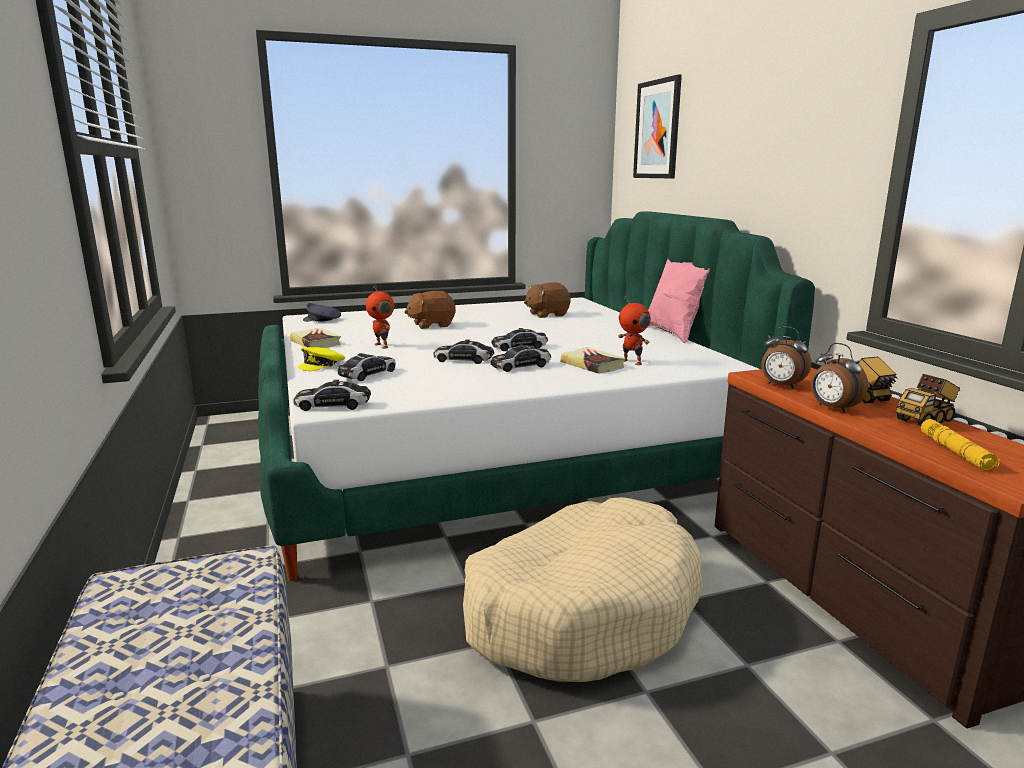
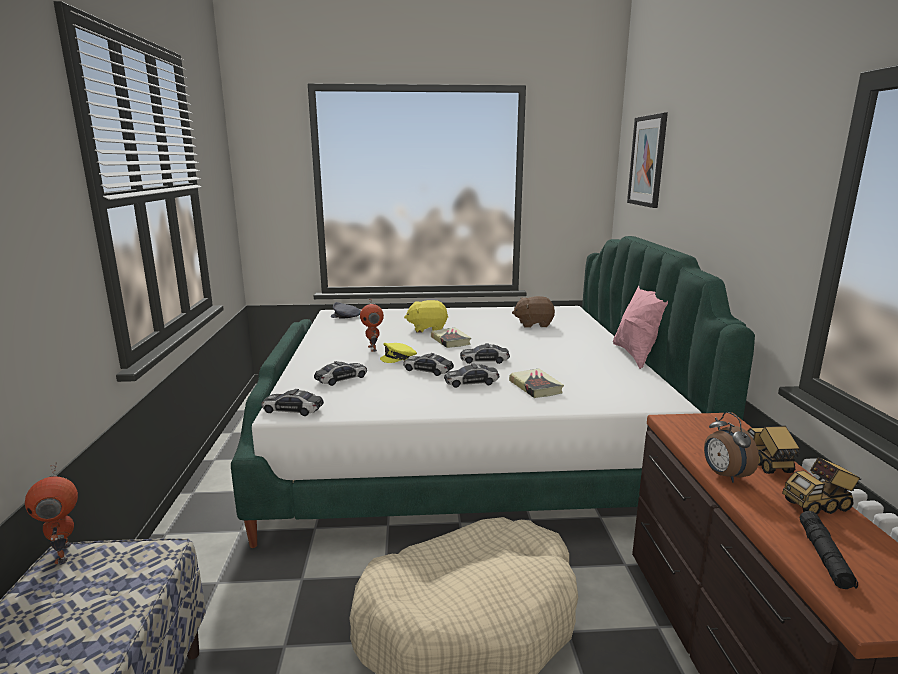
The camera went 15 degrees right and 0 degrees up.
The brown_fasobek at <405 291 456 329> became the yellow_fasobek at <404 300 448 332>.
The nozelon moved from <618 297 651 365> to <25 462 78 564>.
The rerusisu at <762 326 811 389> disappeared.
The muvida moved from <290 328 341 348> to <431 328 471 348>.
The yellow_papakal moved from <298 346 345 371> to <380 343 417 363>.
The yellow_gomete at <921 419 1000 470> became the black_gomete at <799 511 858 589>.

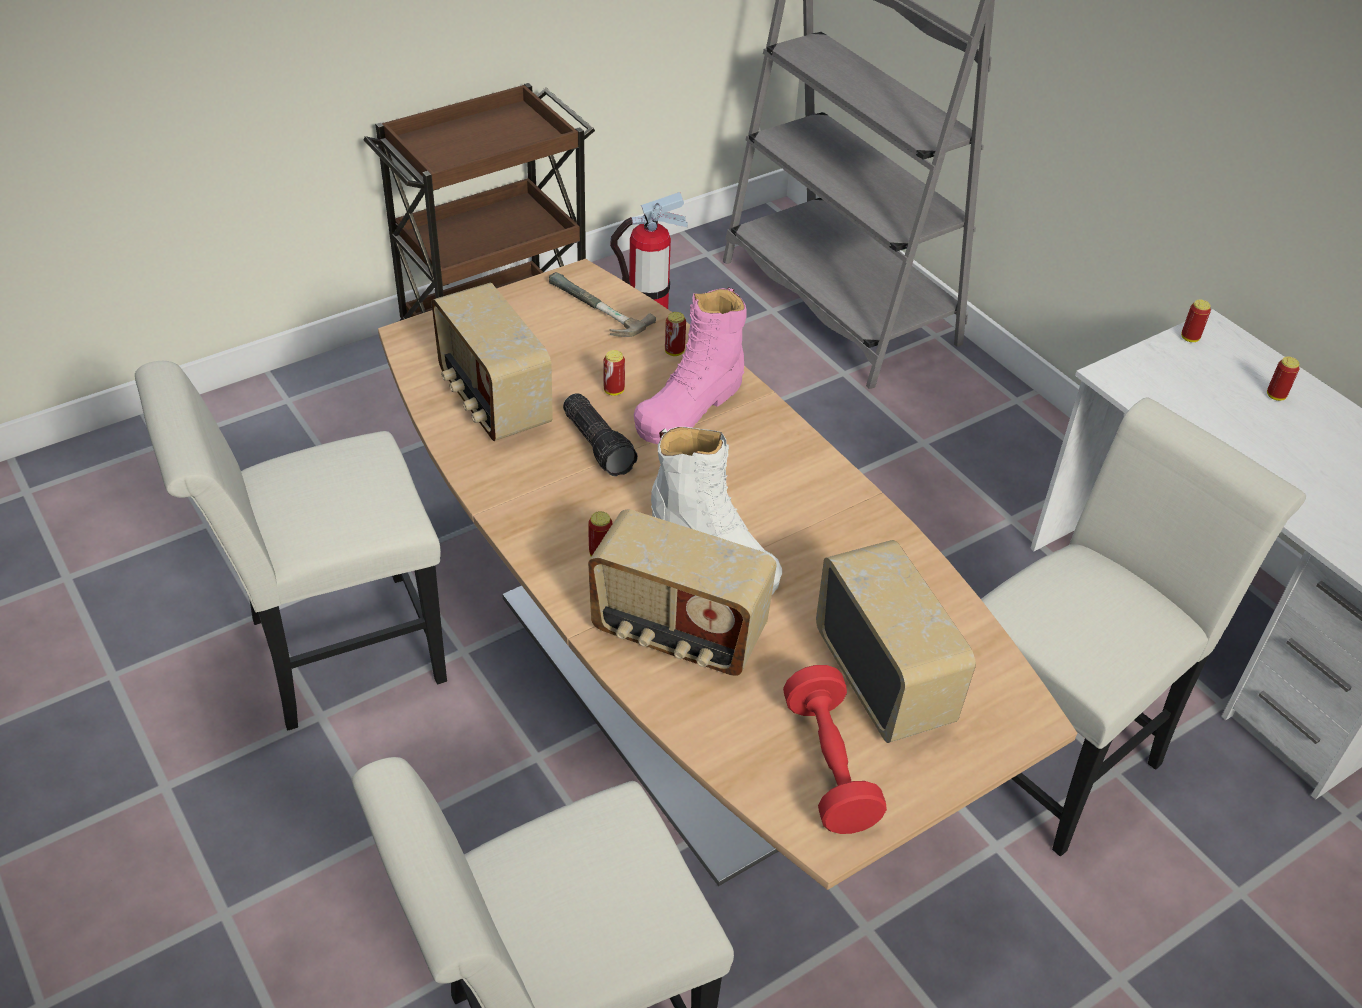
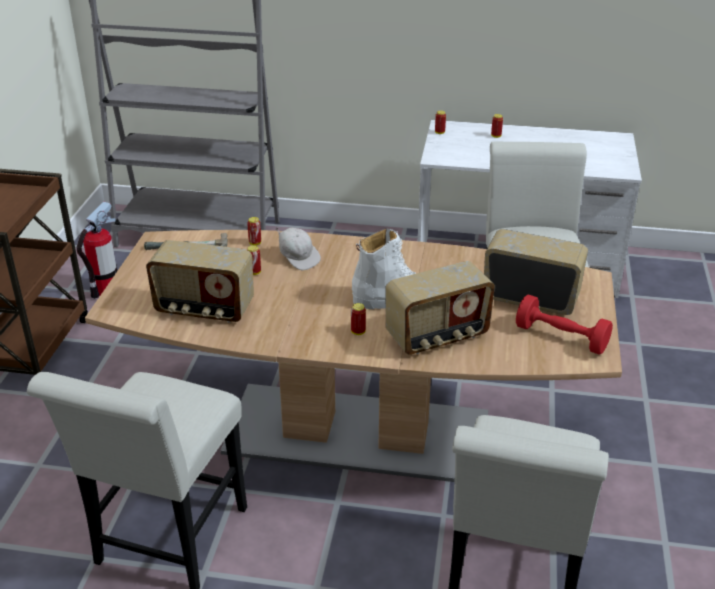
The camera went 45 degrees left and 10 degrees down.
The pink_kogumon at <634 287 747 444> was replaced by the white_papakal at <276 227 321 271>.
The gomete at <563 393 638 476> disappeared.

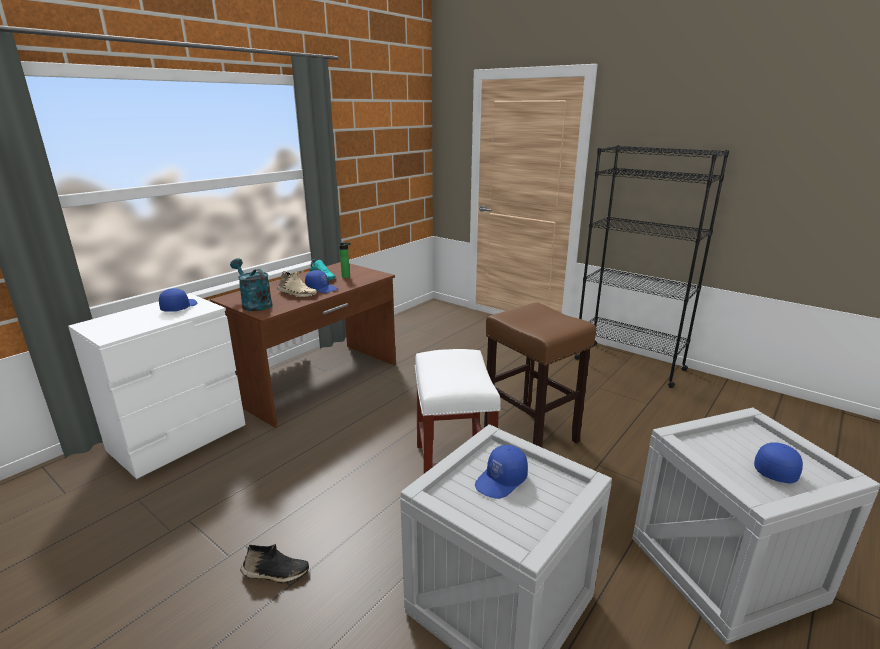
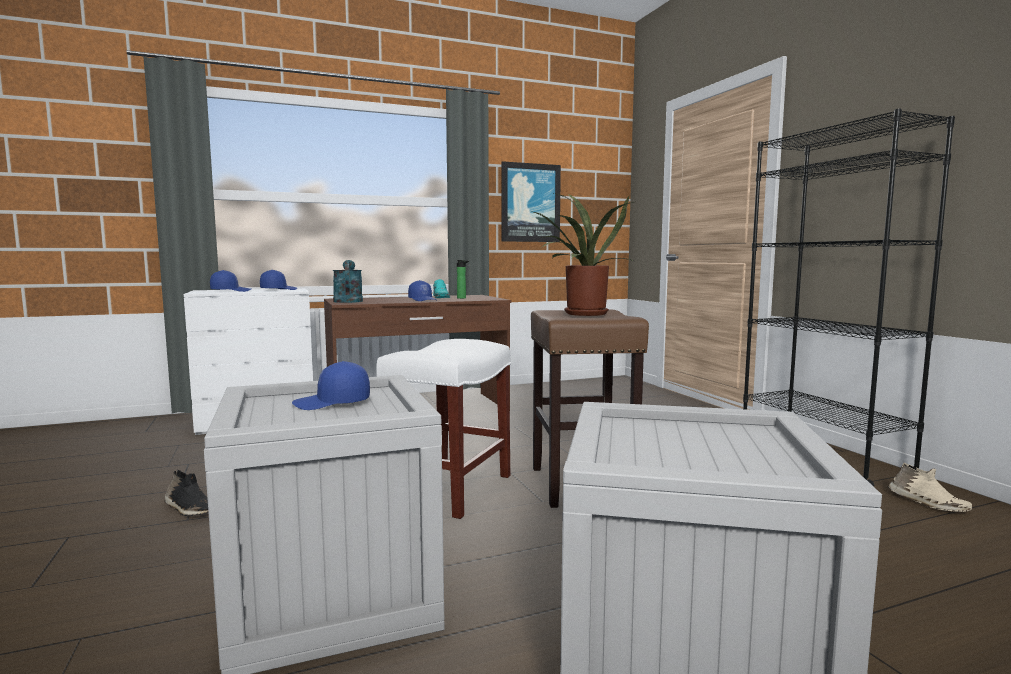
The camera went 30 degrees right and 15 degrees down.
The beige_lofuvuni moved from <277 271 317 297> to <888 463 972 512>.
The blue_papakal moved from <754 442 803 484> to <210 270 251 292>.
The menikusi at <501 161 561 242> appeared.
The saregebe at <529 193 636 316> appeared.

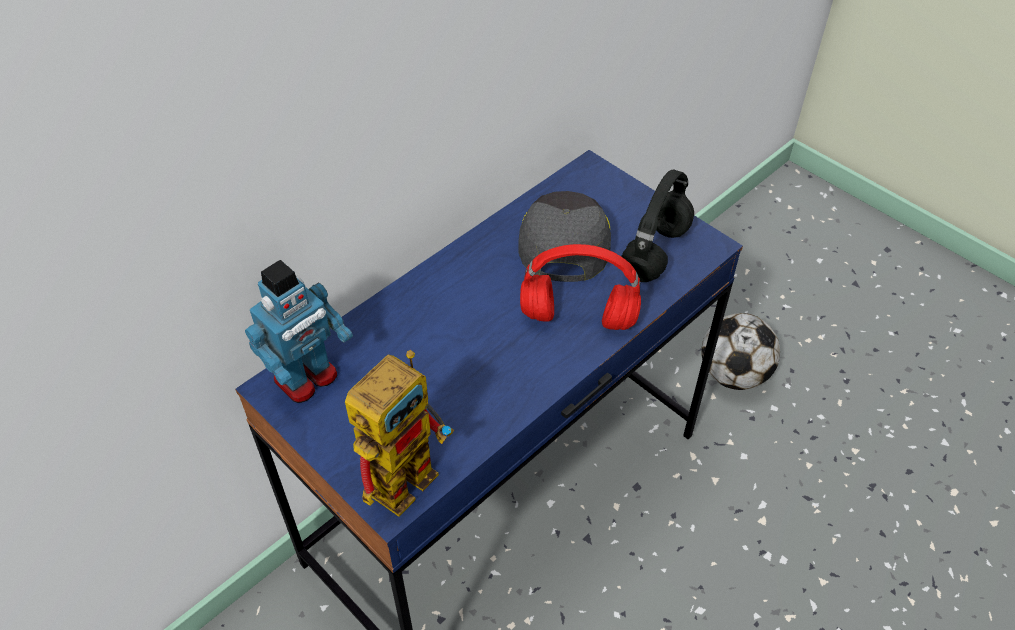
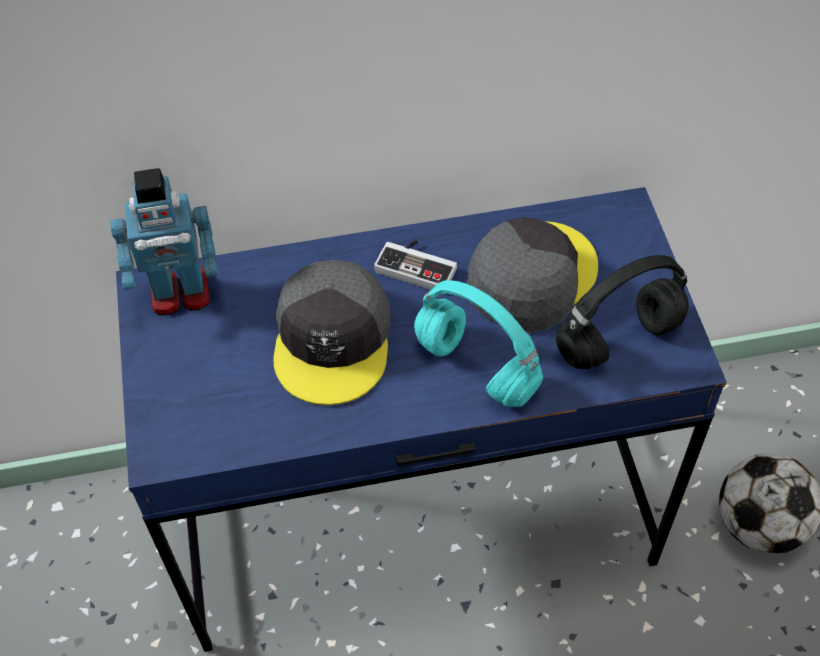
The camera went 35 degrees right and 5 degrees up.
The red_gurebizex at <520 244 641 330> became the turquoise_gurebizex at <414 280 543 407>.
The nozelon at <345 350 454 517> disappeared.
The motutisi at <374 240 457 290> appeared.
The grey_papakal at <273 260 391 405> appeared.

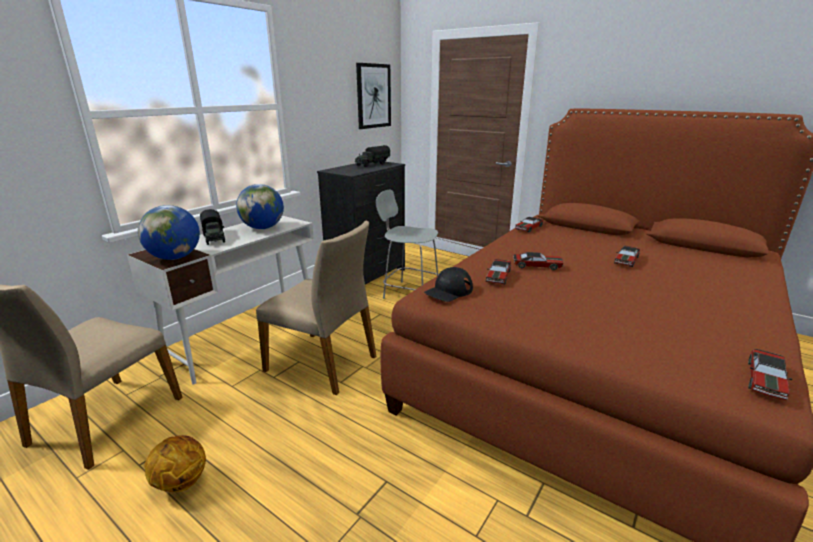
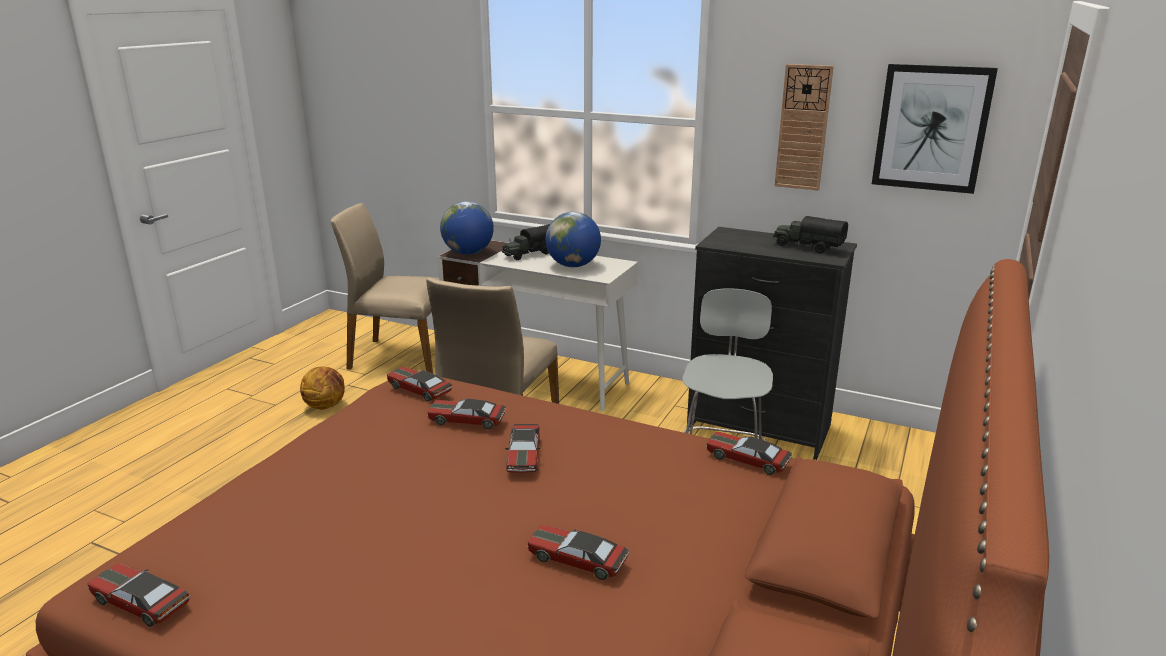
The camera went 80 degrees right and 0 degrees up.
The black_papakal at <424 267 473 302> was replaced by the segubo at <387 367 452 401>.
The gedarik at <775 64 834 191> appeared.

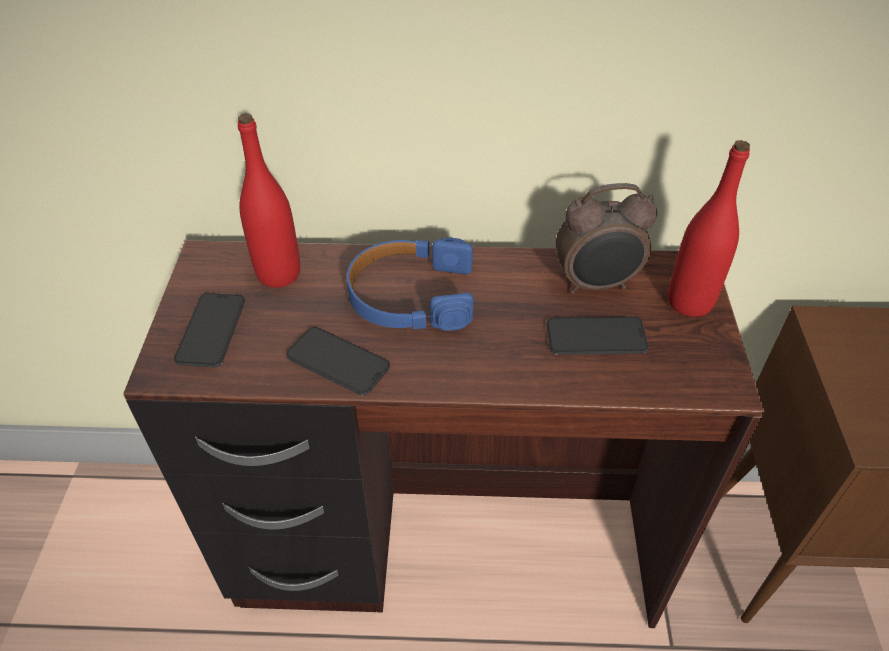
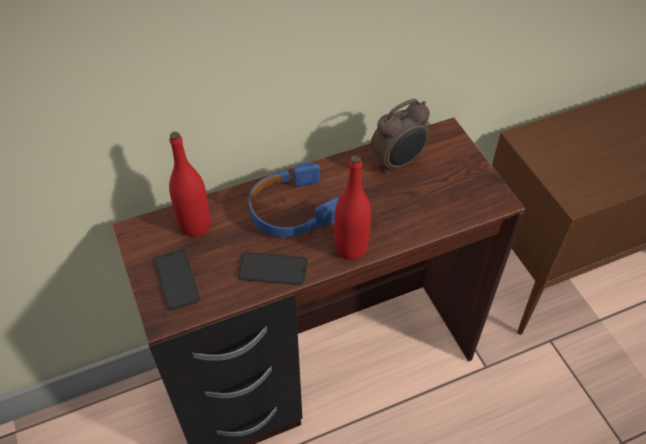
The camera went 25 degrees left and 5 degrees up.
The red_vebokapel moved from <668 140 750 317> to <334 155 371 260>.
The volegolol at <547 316 649 355> disappeared.

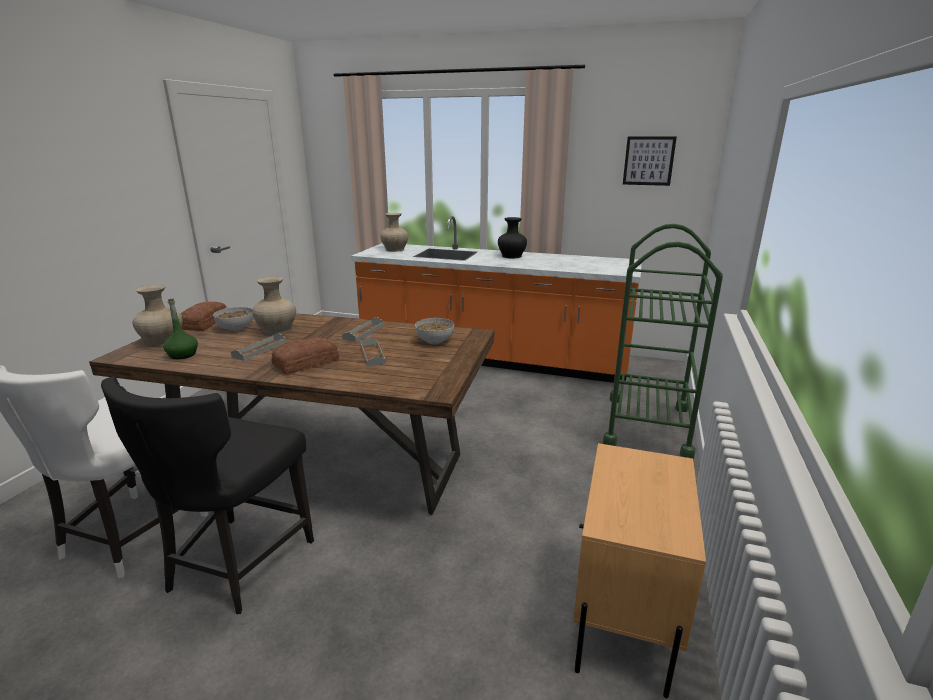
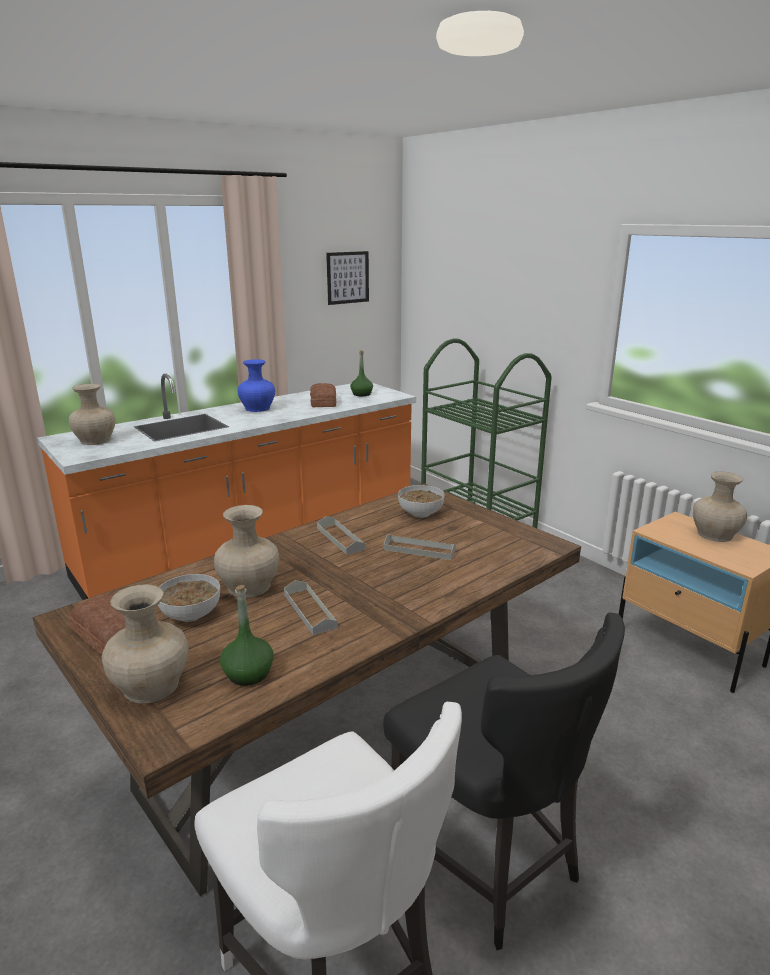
The camera went 55 degrees left and 0 degrees up.
The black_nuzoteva at <498 217 527 258> became the blue_nuzoteva at <238 359 275 412>.
The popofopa moved from <272 337 339 375> to <310 383 336 407>.
The green_vebokapel at <350 350 373 396> appeared.
The beige_nuzoteva at <693 472 747 542> appeared.

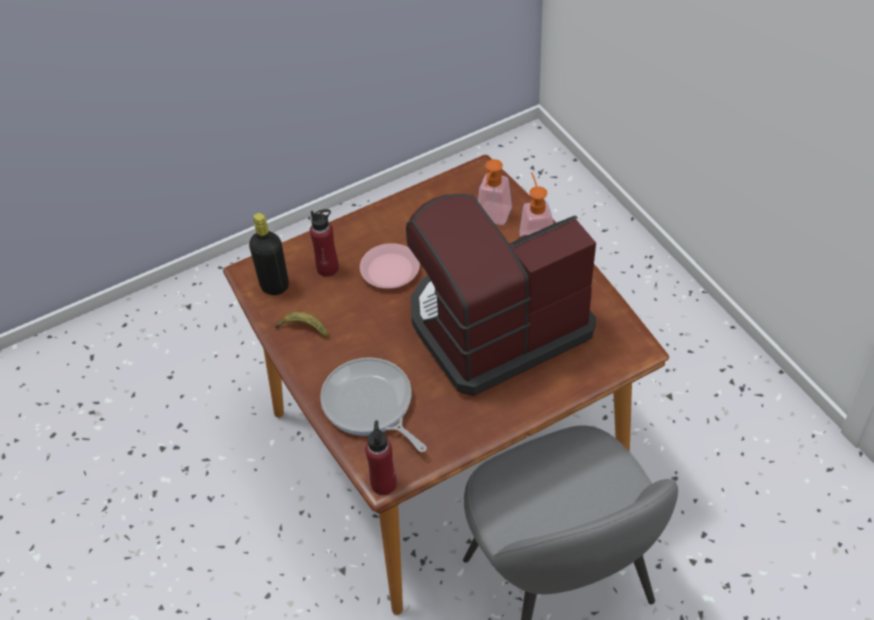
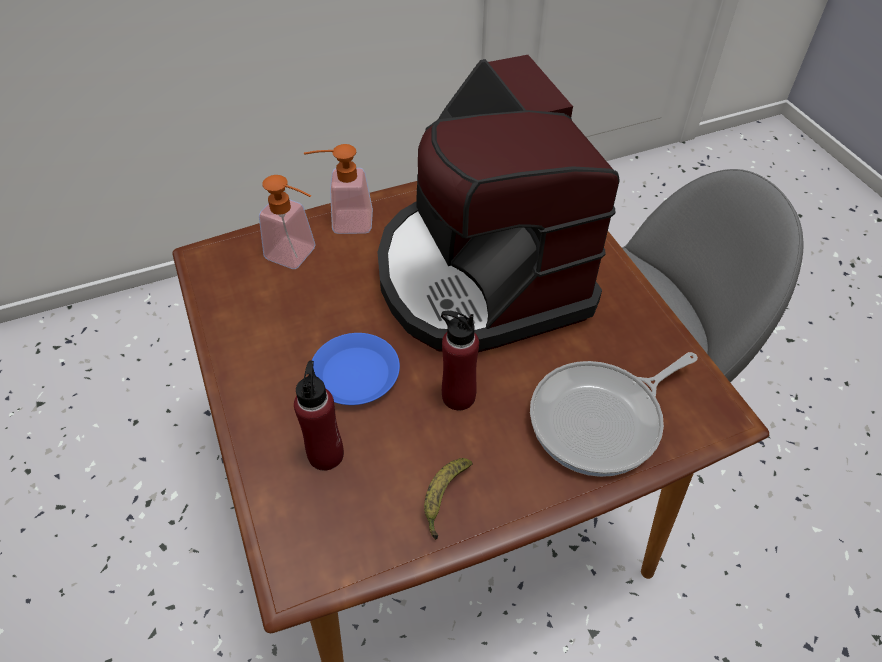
The camera went 85 degrees left and 0 degrees up.
The black_vebokapel at <249 213 289 295> disappeared.
The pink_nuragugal at <360 243 420 289> became the blue_nuragugal at <312 333 400 405>.
The red_vebokapel moved from <365 420 397 495> to <441 311 479 410>.

